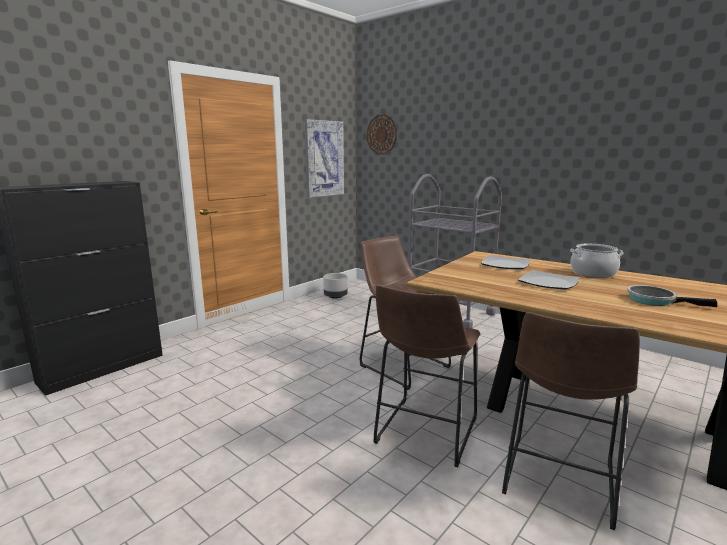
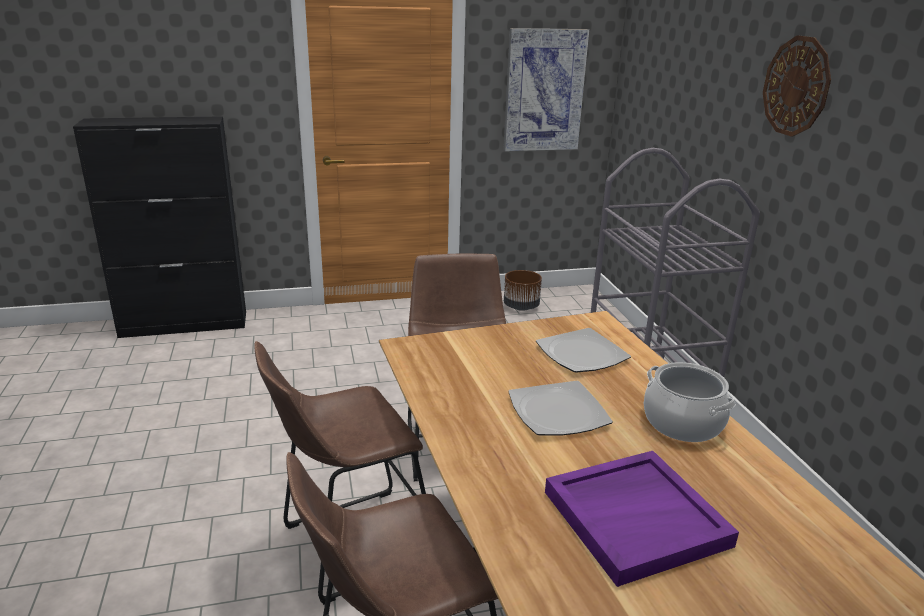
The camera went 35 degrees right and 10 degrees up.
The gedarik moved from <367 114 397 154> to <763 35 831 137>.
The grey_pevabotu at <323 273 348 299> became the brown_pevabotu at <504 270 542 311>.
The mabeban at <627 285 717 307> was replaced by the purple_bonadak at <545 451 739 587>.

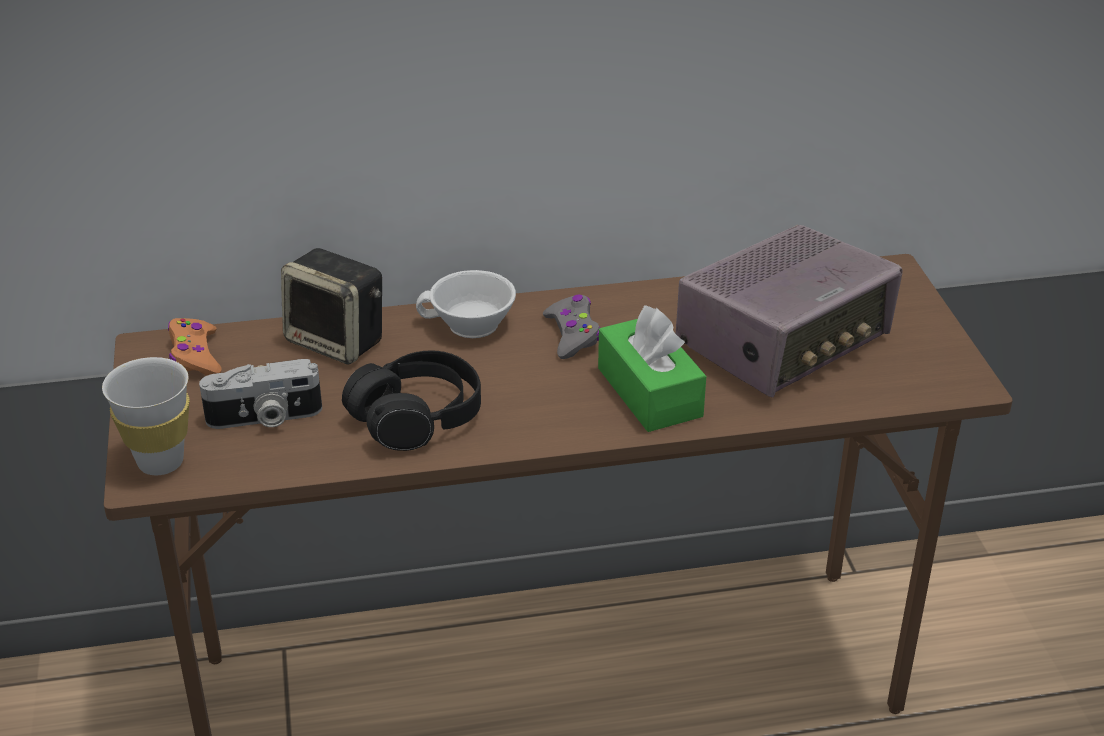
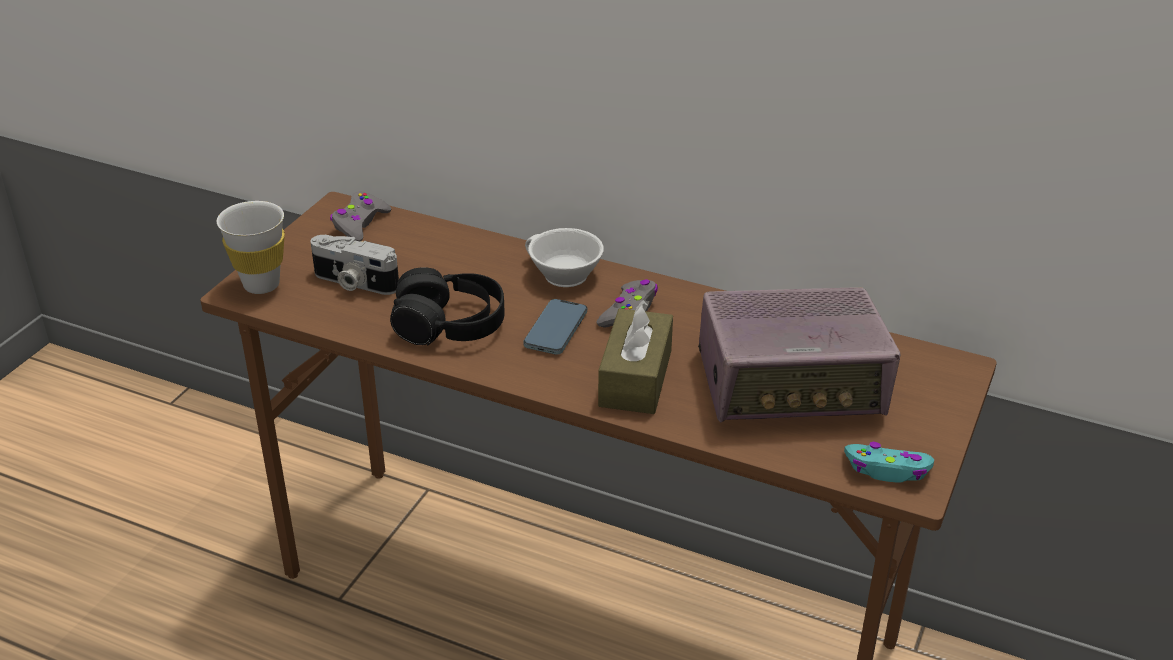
The camera went 35 degrees right and 0 degrees up.
The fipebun at <281 248 382 365> disappeared.
The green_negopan at <598 305 706 432> became the brown_negopan at <598 299 673 414>.
The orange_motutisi at <168 318 222 376> became the grey_motutisi at <330 191 391 241>.
The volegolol at <523 299 587 355> appeared.
The turquoise_motutisi at <844 442 934 483> appeared.

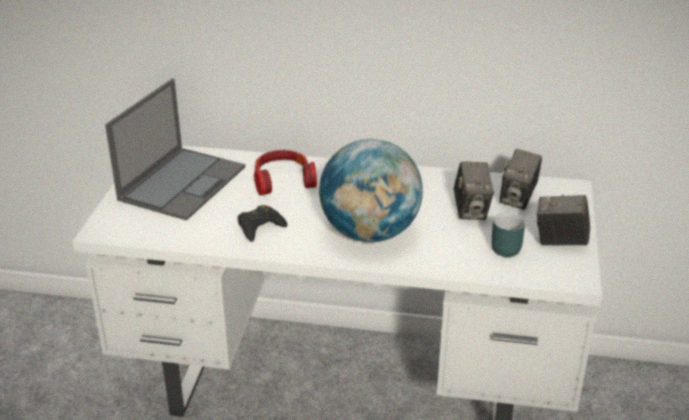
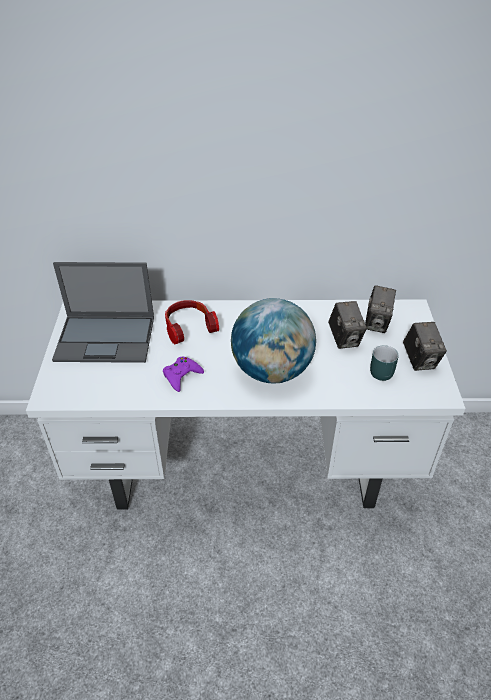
The camera went 10 degrees left and 10 degrees up.
The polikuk at <105 78 245 221> turned 75 degrees clockwise.
The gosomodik at <537 195 590 246> turned 105 degrees counterclockwise.
The black_motutisi at <238 205 287 242> became the purple_motutisi at <163 356 204 392>.

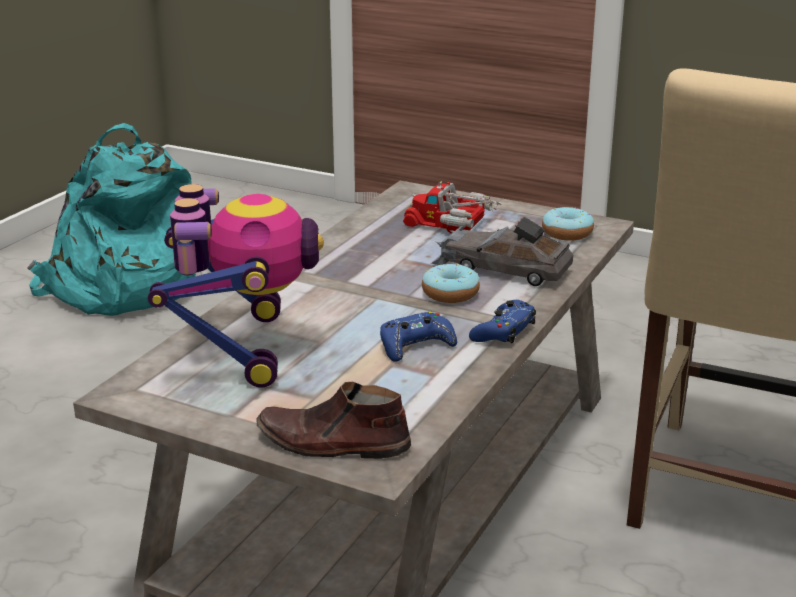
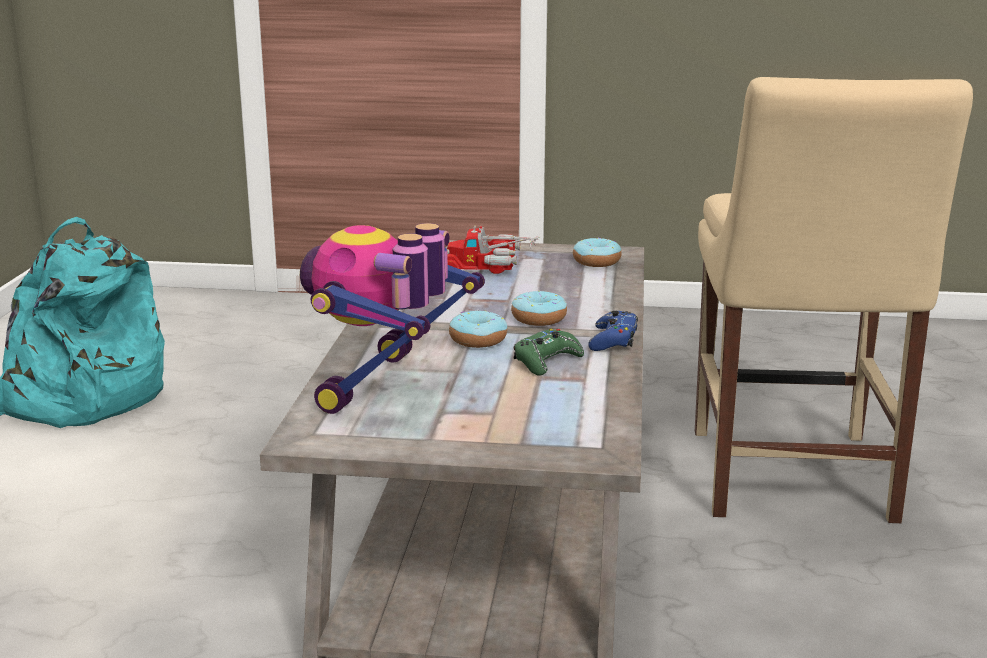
The camera went 20 degrees left and 5 degrees down.
The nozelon at <148 184 324 388> turned 135 degrees counterclockwise.
The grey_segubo at <431 217 573 286> disappeared.
The blue_motutisi at <380 312 457 362> became the green_motutisi at <514 329 584 376>.
The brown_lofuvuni at <256 382 411 459> disappeared.
The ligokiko at <449 310 507 348> appeared.

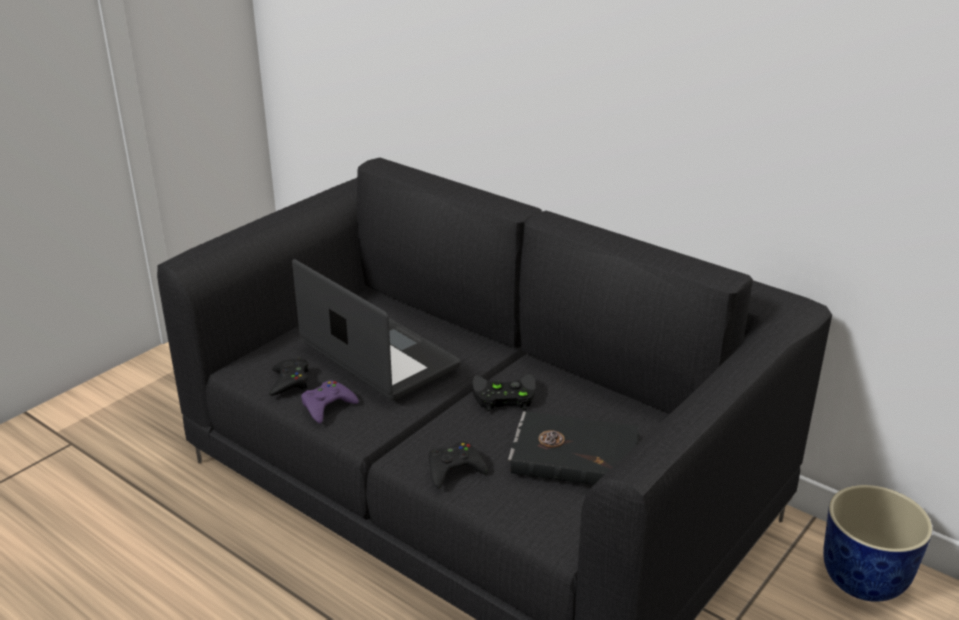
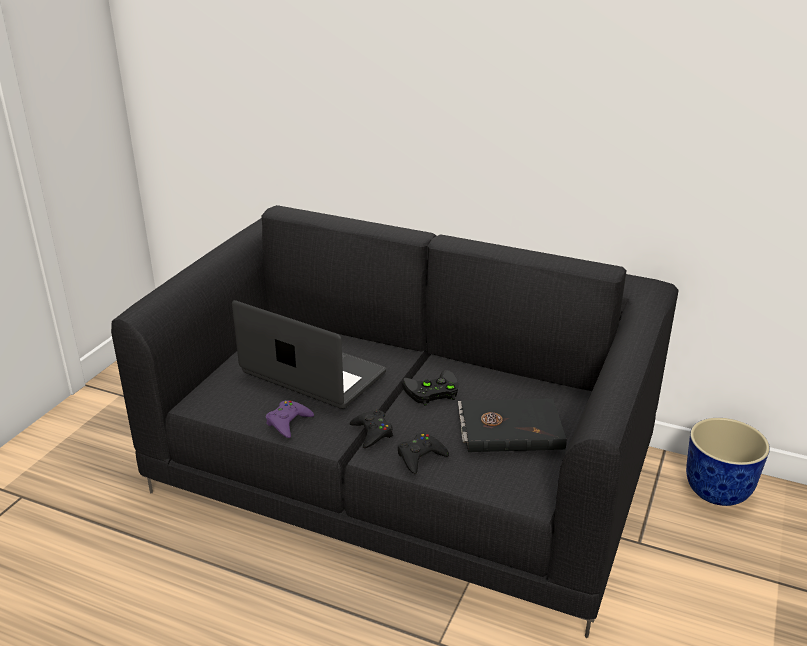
The camera went 15 degrees left and 0 degrees up.
The black_motutisi moved from <269 358 309 396> to <350 409 393 448>.

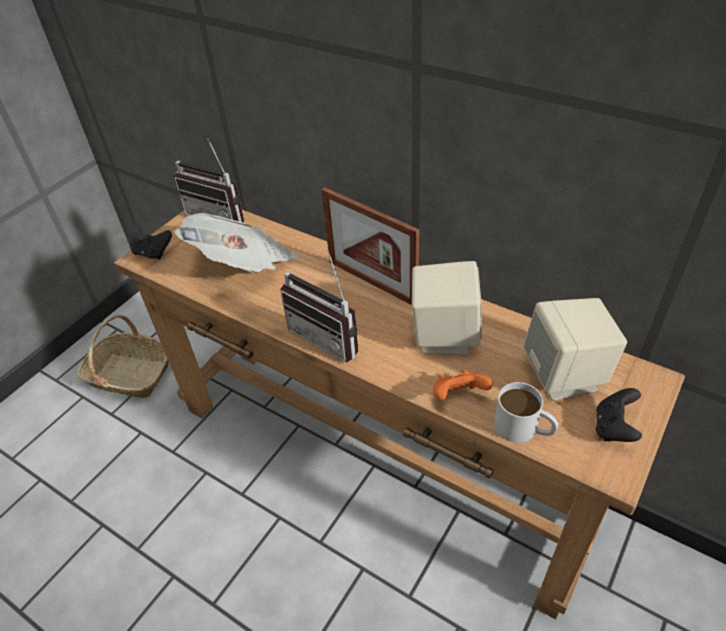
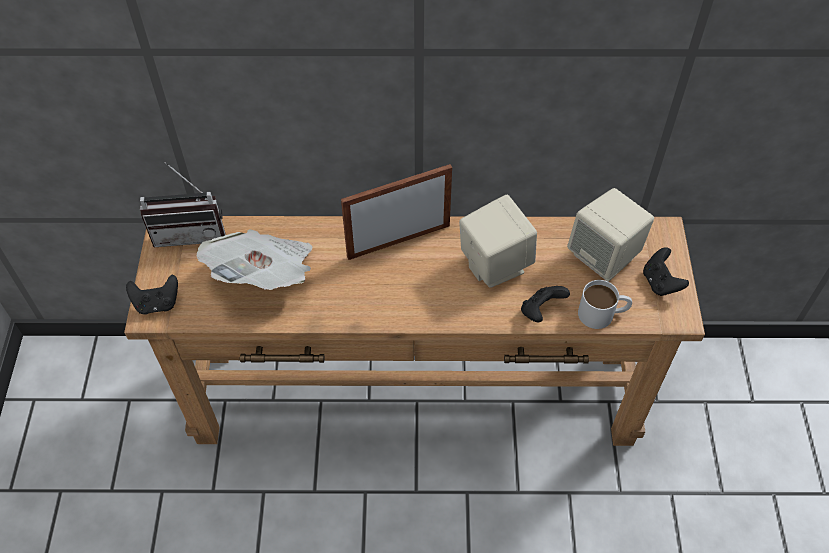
The camera went 35 degrees left and 10 degrees up.
The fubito at <321 187 419 305> turned 150 degrees clockwise.
The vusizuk at <281 250 358 362> disappeared.
The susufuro at <77 314 168 398> disappeared.
The orange_motutisi at <433 370 493 400> became the black_motutisi at <521 286 570 322>.

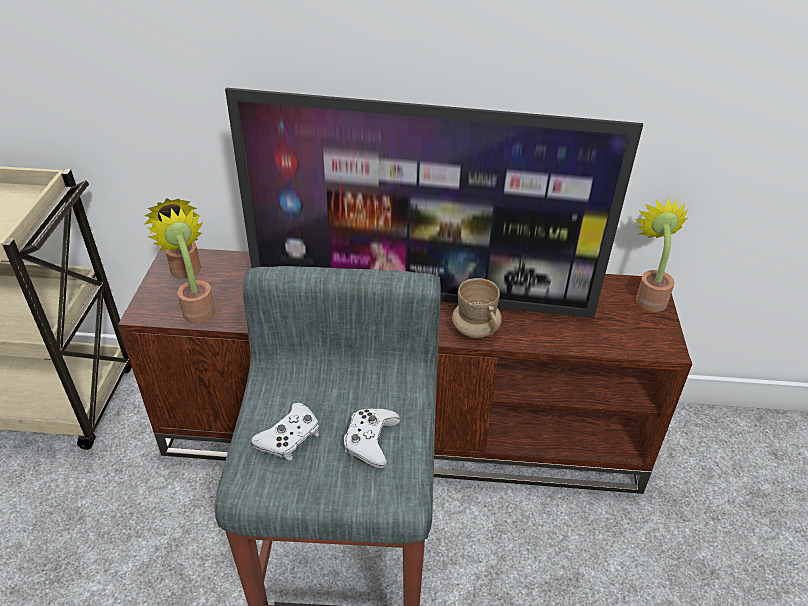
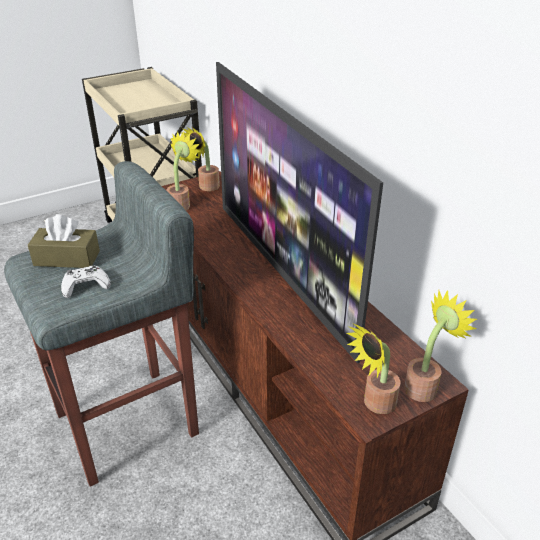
The camera went 55 degrees right and 5 degrees down.
The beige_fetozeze at <452 278 502 339> disappeared.
The white_motutisi at <251 402 319 460> was replaced by the brown_negopan at <28 214 100 268>.
The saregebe at <346 324 401 414> appeared.

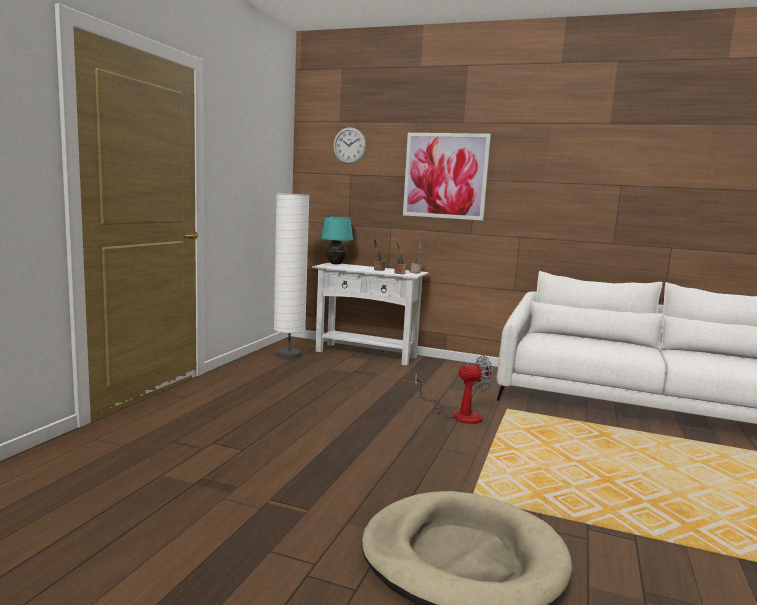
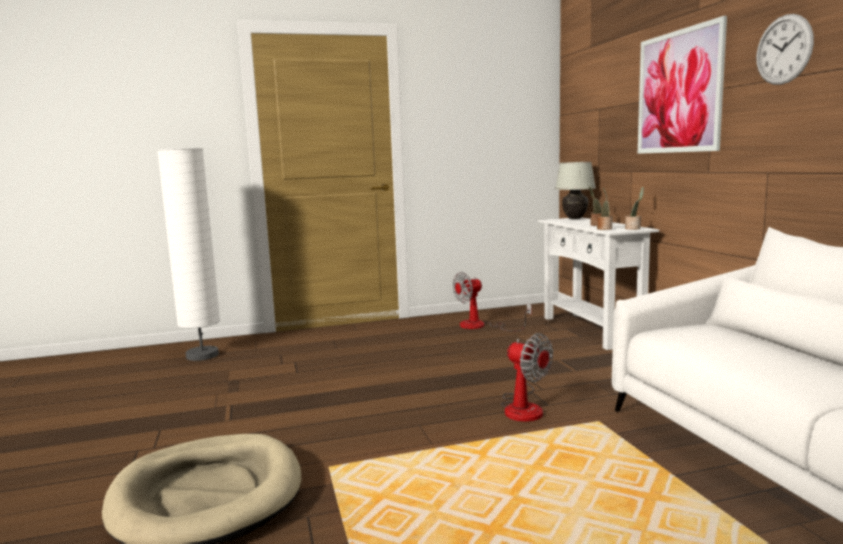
The camera went 55 degrees right and 0 degrees up.
The gedarik moved from <333 127 366 164> to <756 14 814 85>.
The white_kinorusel moved from <274 193 310 359> to <157 148 220 361>.
The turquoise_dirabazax at <320 216 353 264> became the white_dirabazax at <555 162 596 219>.
The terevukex at <453 272 532 331> appeared.

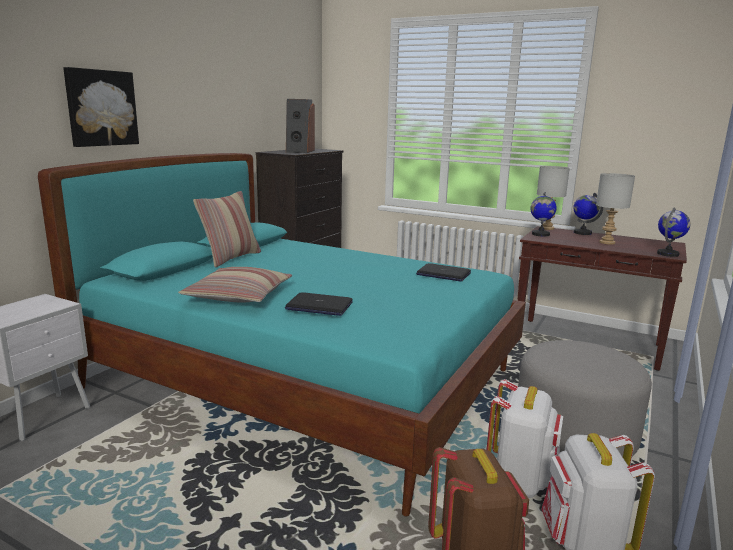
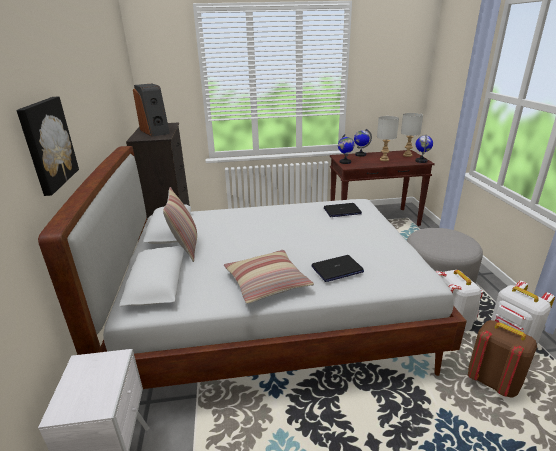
The camera went 35 degrees left and 10 degrees up.
The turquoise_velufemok at <38 153 526 517> became the white_velufemok at <38 146 467 389>.
The grey_dirabazax moved from <537 166 570 230> to <401 113 423 157>.

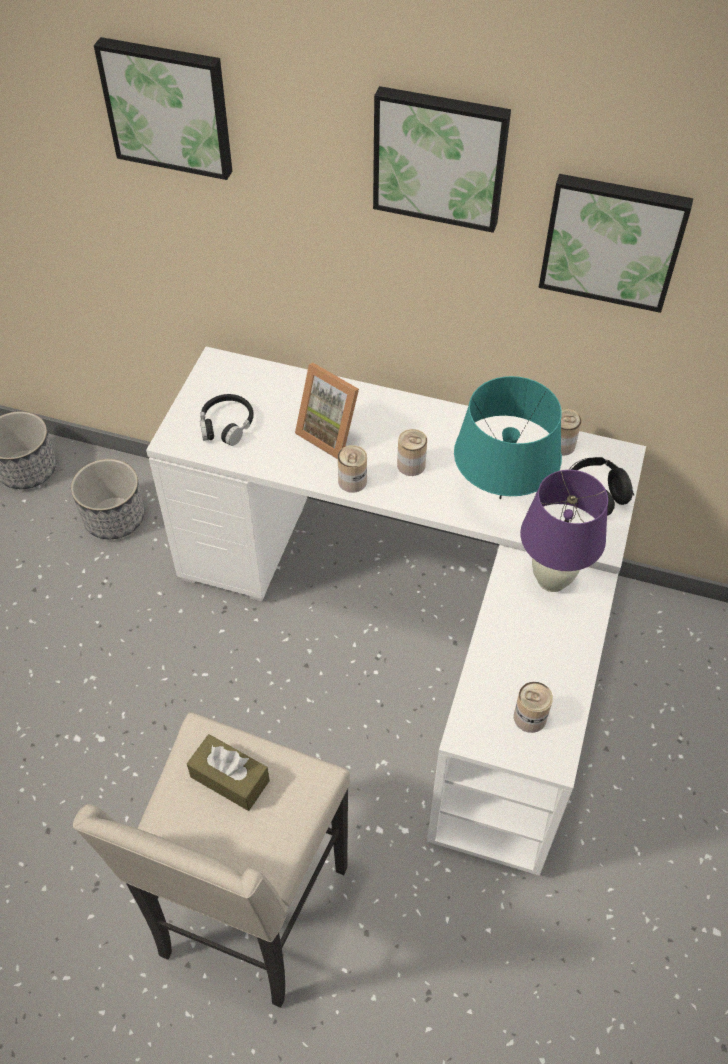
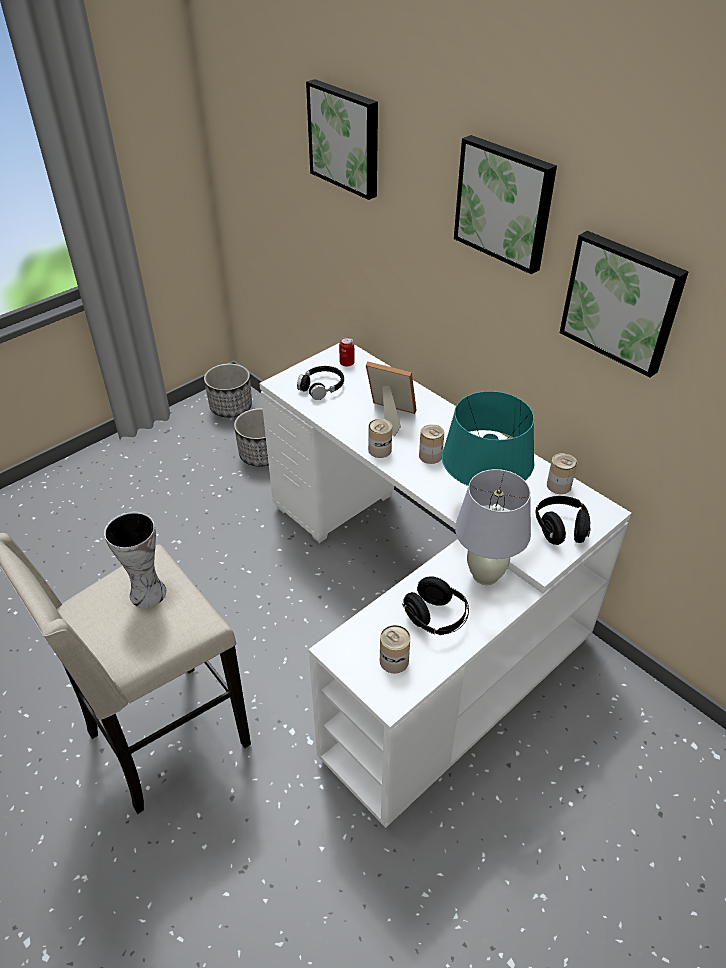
The camera went 30 degrees right and 10 degrees down.
The fubito at <295 363 359 459> turned 135 degrees clockwise.
The purple_dirabazax at <520 470 608 592> became the white_dirabazax at <455 469 531 585>.
The brown_negopan at <187 734 270 811> was replaced by the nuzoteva at <104 512 166 608>.
The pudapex at <339 337 355 367> appeared.
The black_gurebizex at <402 576 469 635> appeared.

